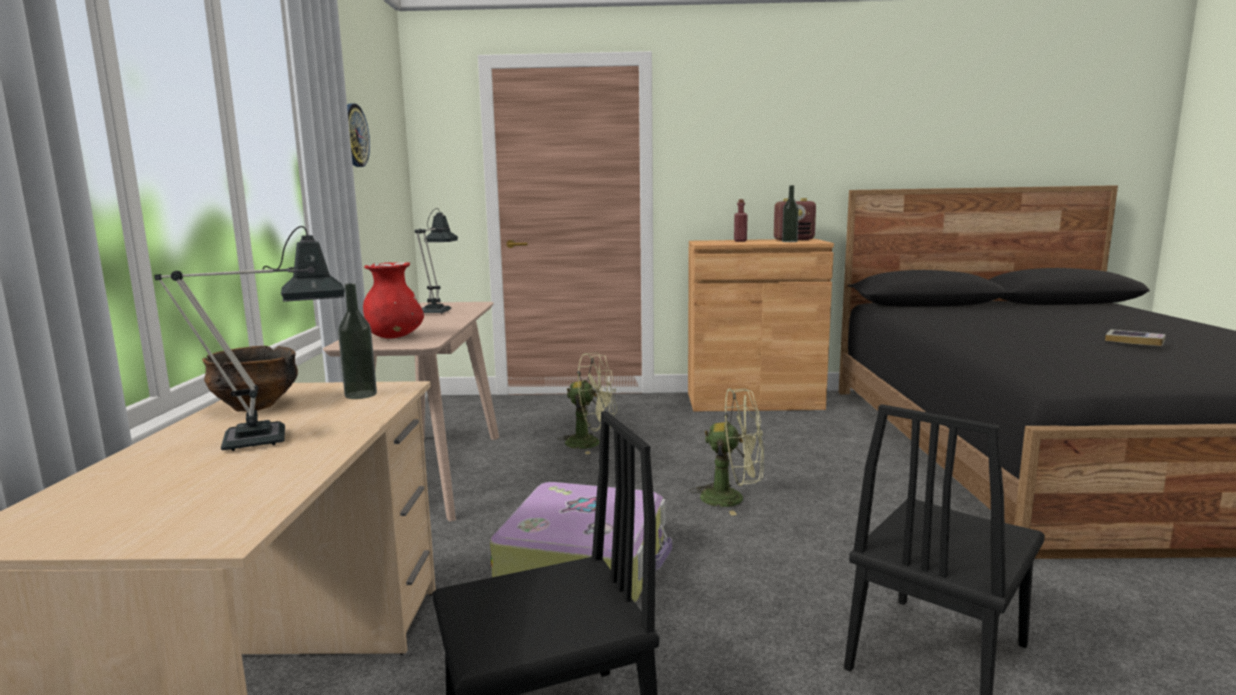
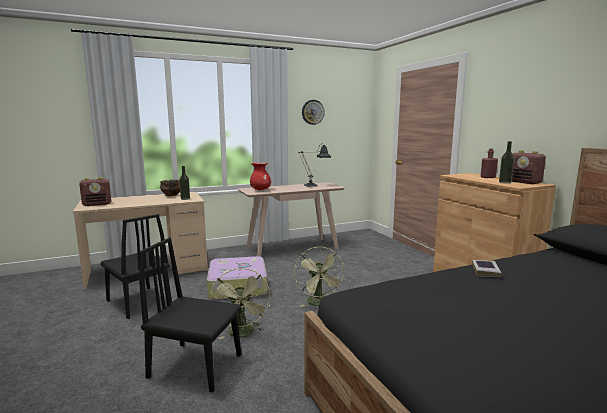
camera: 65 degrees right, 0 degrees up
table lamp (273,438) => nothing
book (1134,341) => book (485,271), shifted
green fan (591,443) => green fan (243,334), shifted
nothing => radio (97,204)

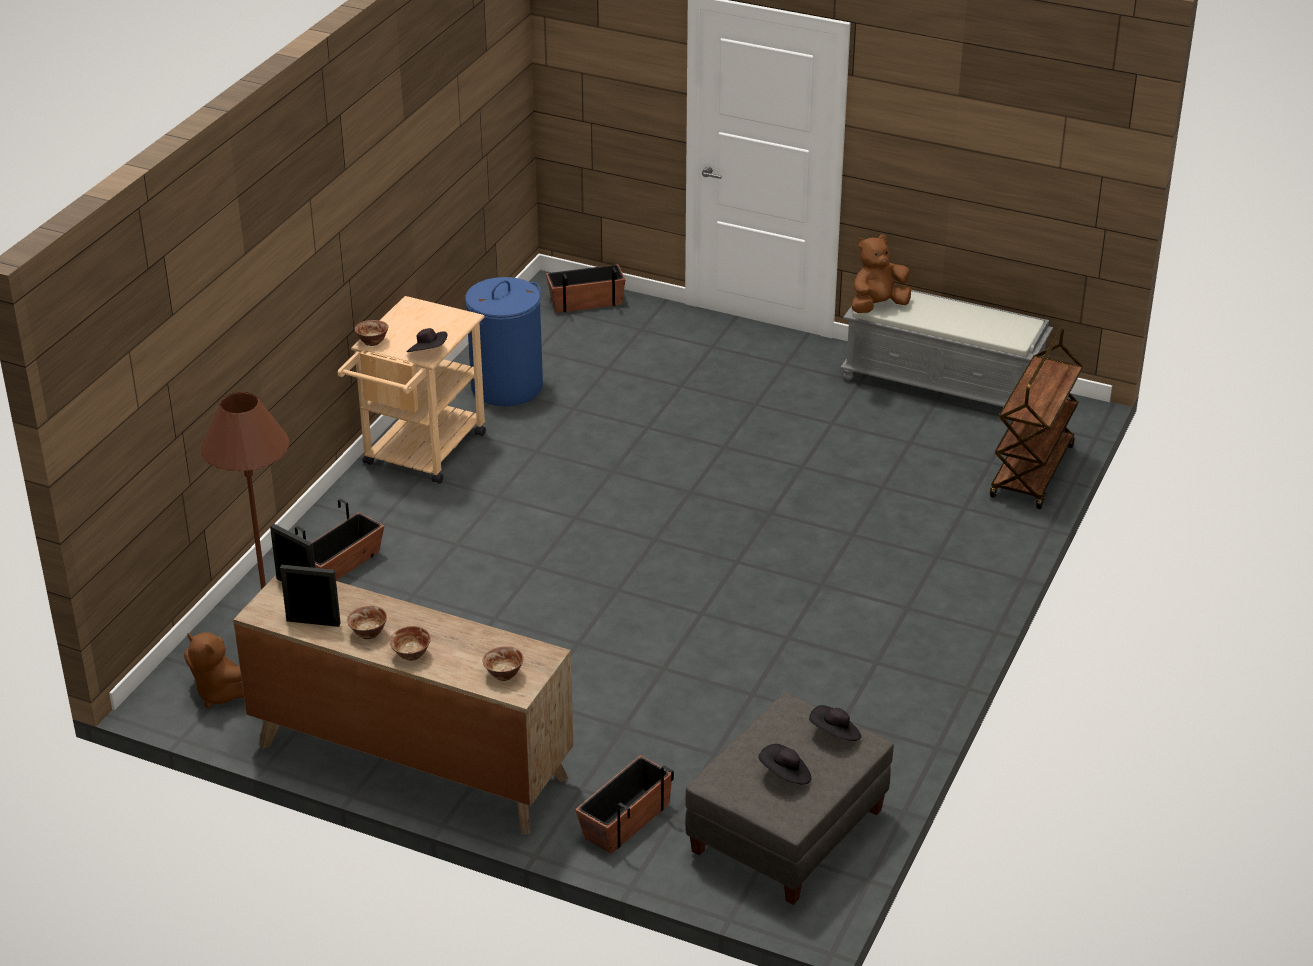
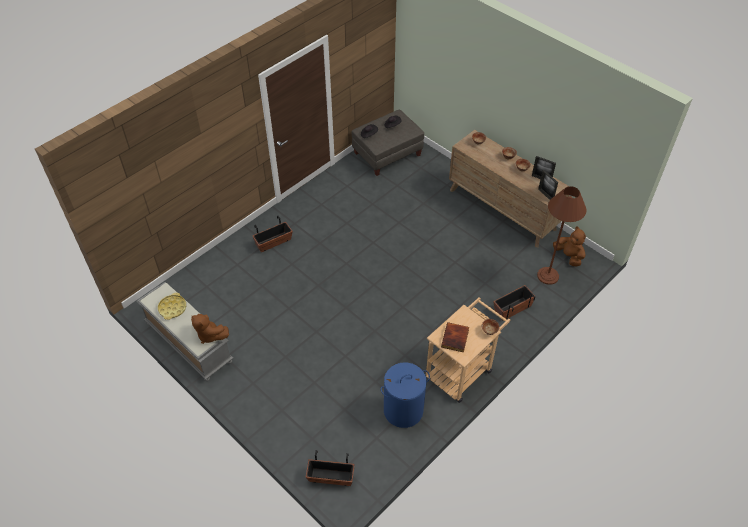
camera: 160 degrees left, 15 degrees up
brown plush toy (877,306) => brown plush toy (209,335), 45 degrees clockwise
brown cart (1032,472) => nothing
black hat (428,352) => nothing
planter (626,820) => planter (273,242), shifted
nothing => yellow tray (172,308)
nothing => book (455,338)

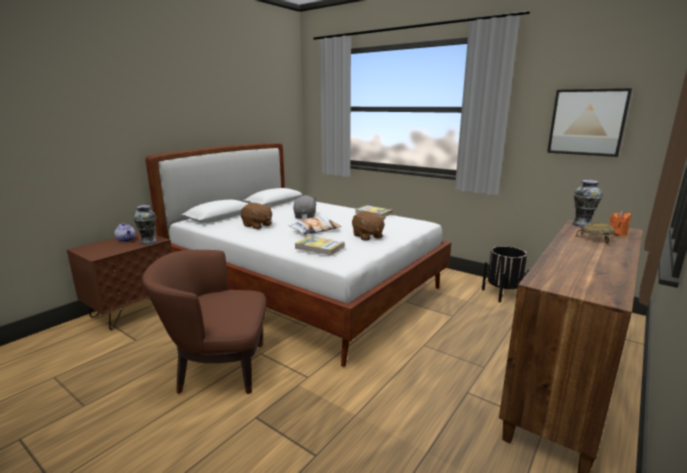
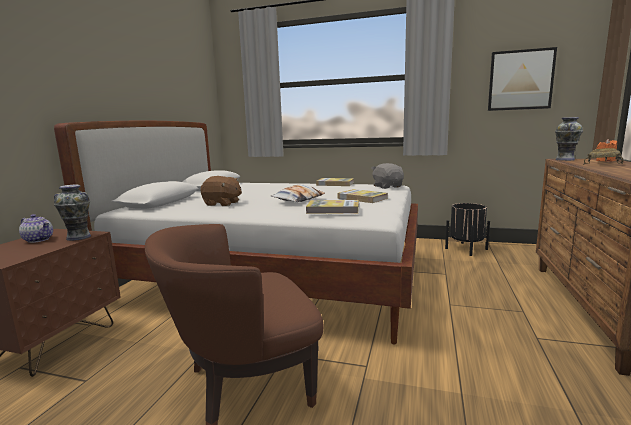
camera: 20 degrees left, 5 degrees down
grey plush toy (305,216) => grey plush toy (387,186), shifted
brown plush toy (367,236) => book (362,198)

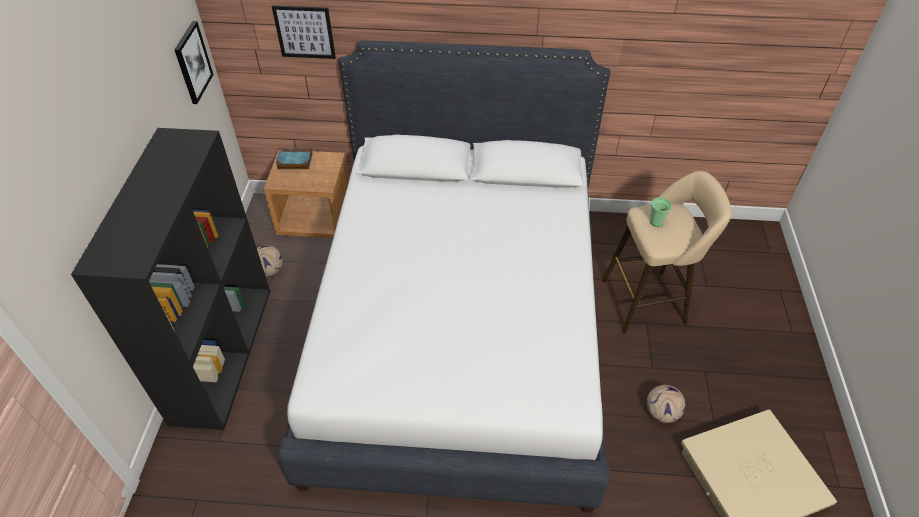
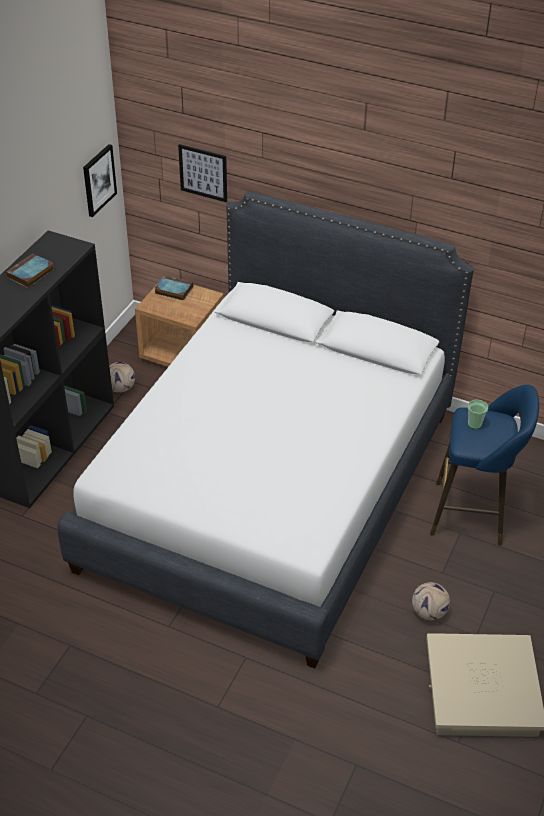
camera: 20 degrees right, 5 degrees down
beige stool (648,301) => blue stool (474,514)
nothing => book (30,274)

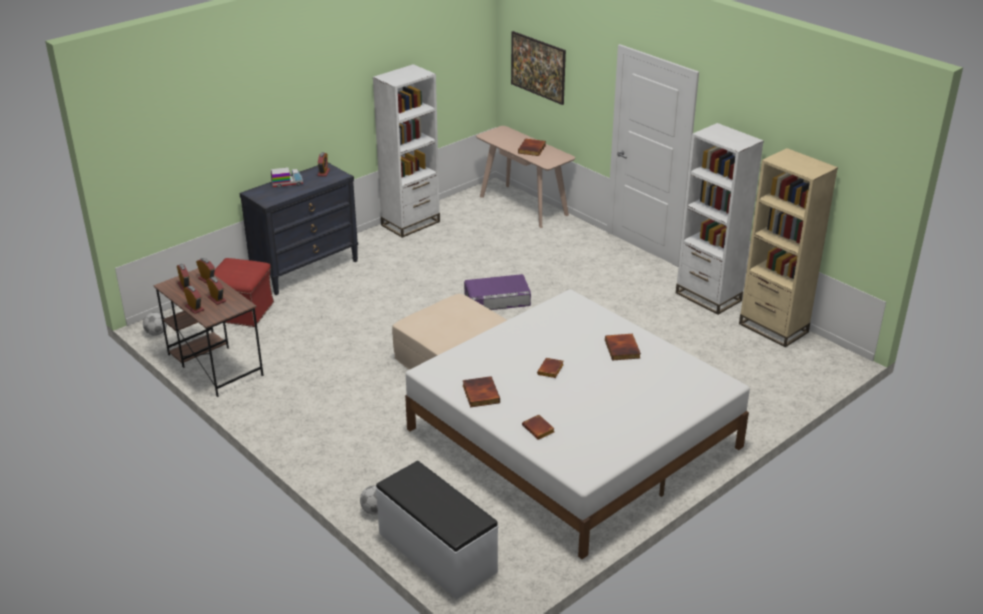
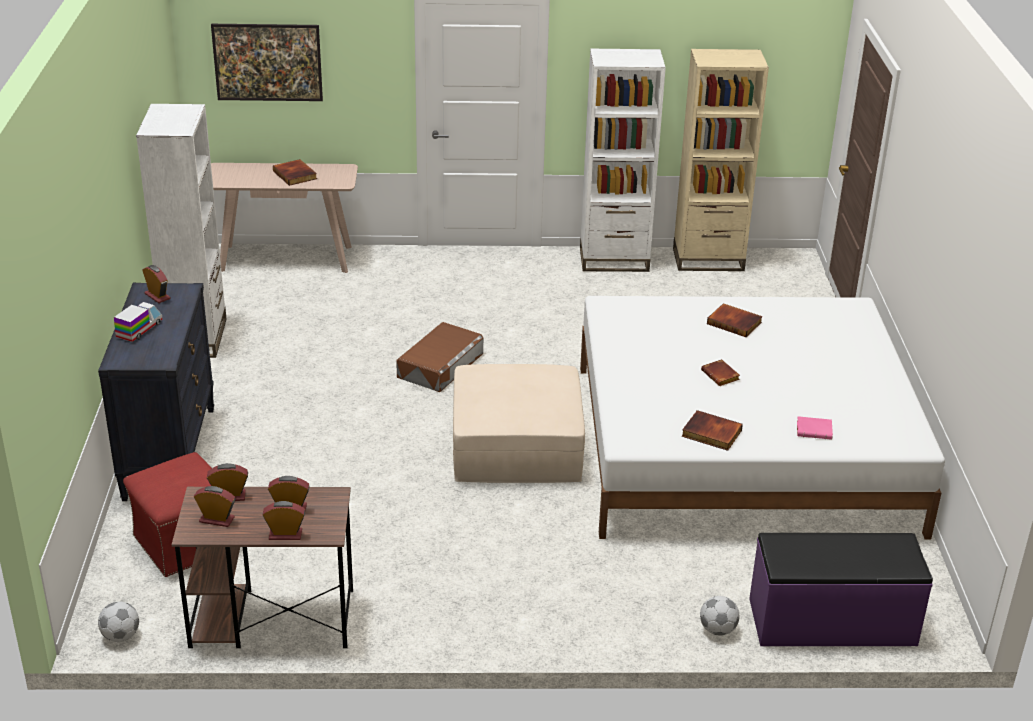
camera: 50 degrees left, 0 degrees up
purple storage box (497,299) => brown storage box (440,365)
brown book (539,430) => pink book (815,431)
white bench (436,553) => purple bench (832,623)

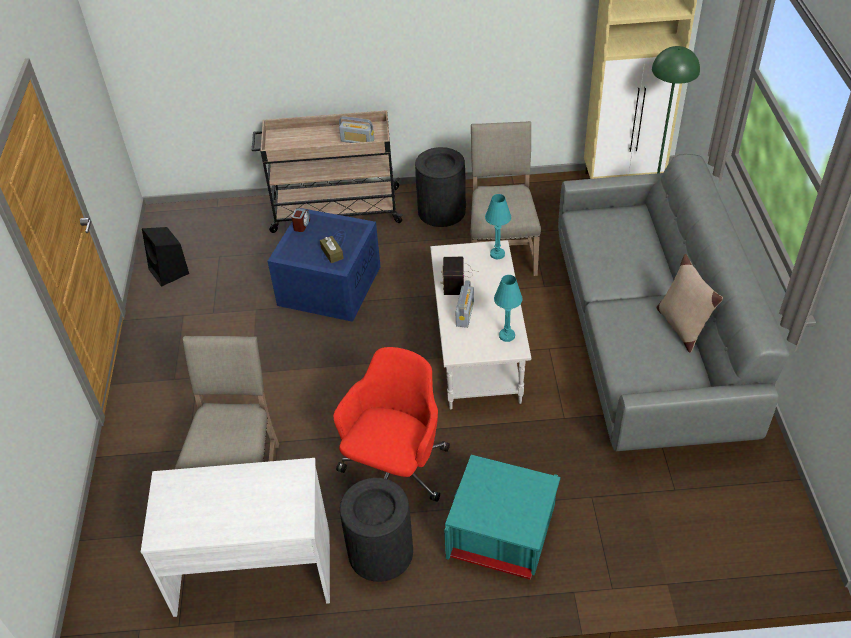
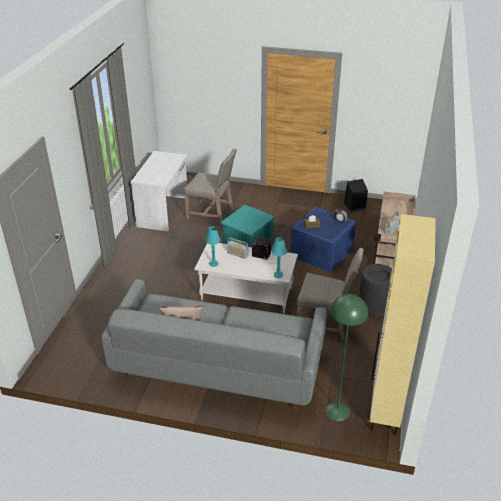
camera: 105 degrees right, 10 degrees down
red office chair (395,470) => nothing
turquoise storage box (501,534) => turquoise storage box (247,241), shifted
black trash can (380,552) => nothing

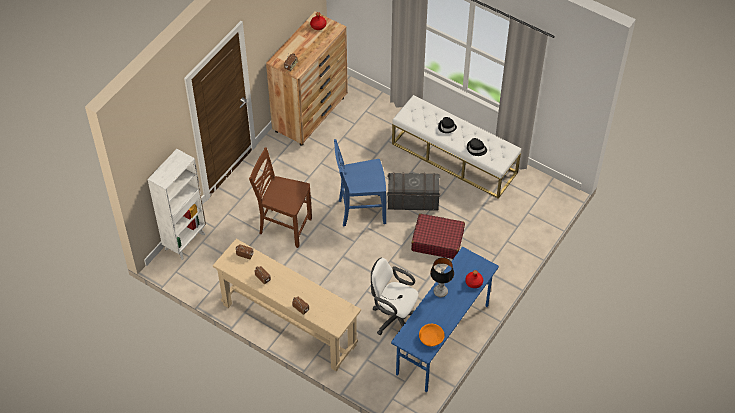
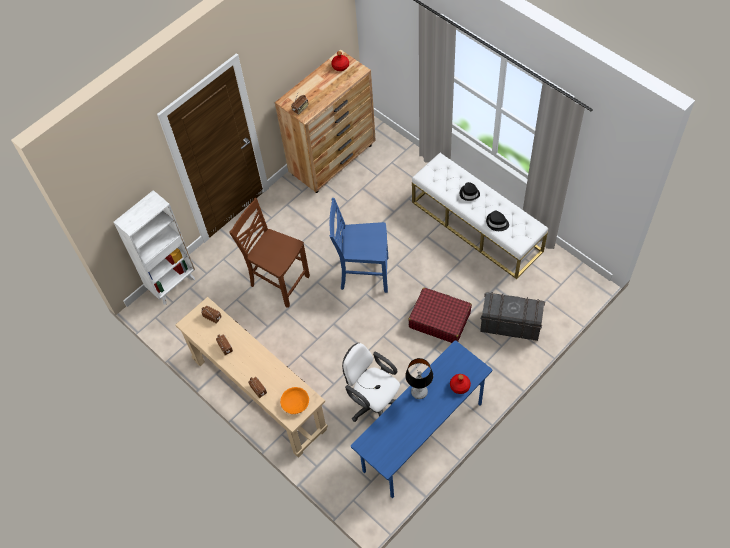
camera: 15 degrees right, 5 degrees up
grey storage box (412,201) => grey storage box (510,325), shifted
orange bowl (431,338) => orange bowl (295,403), shifted

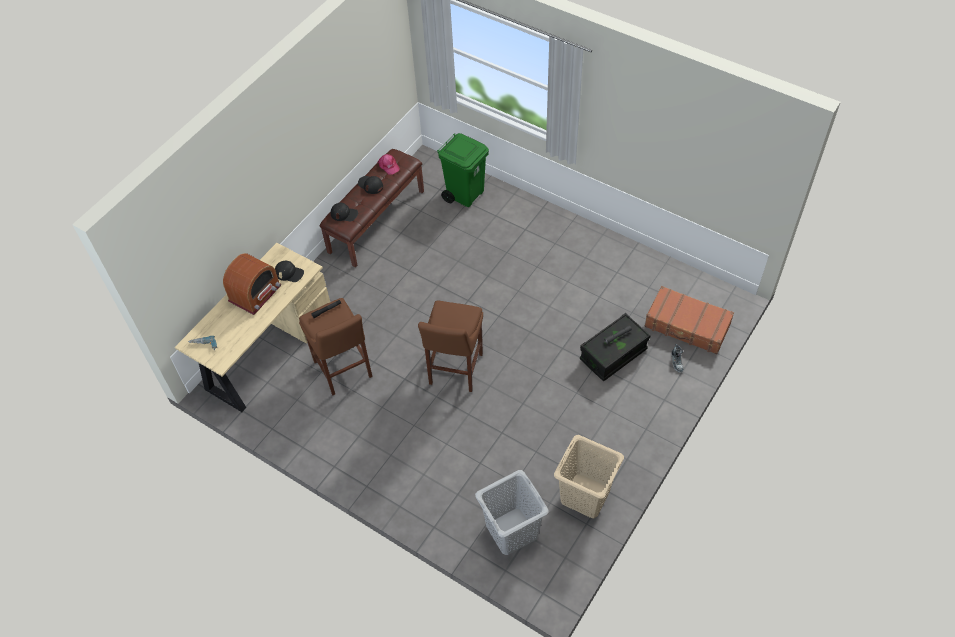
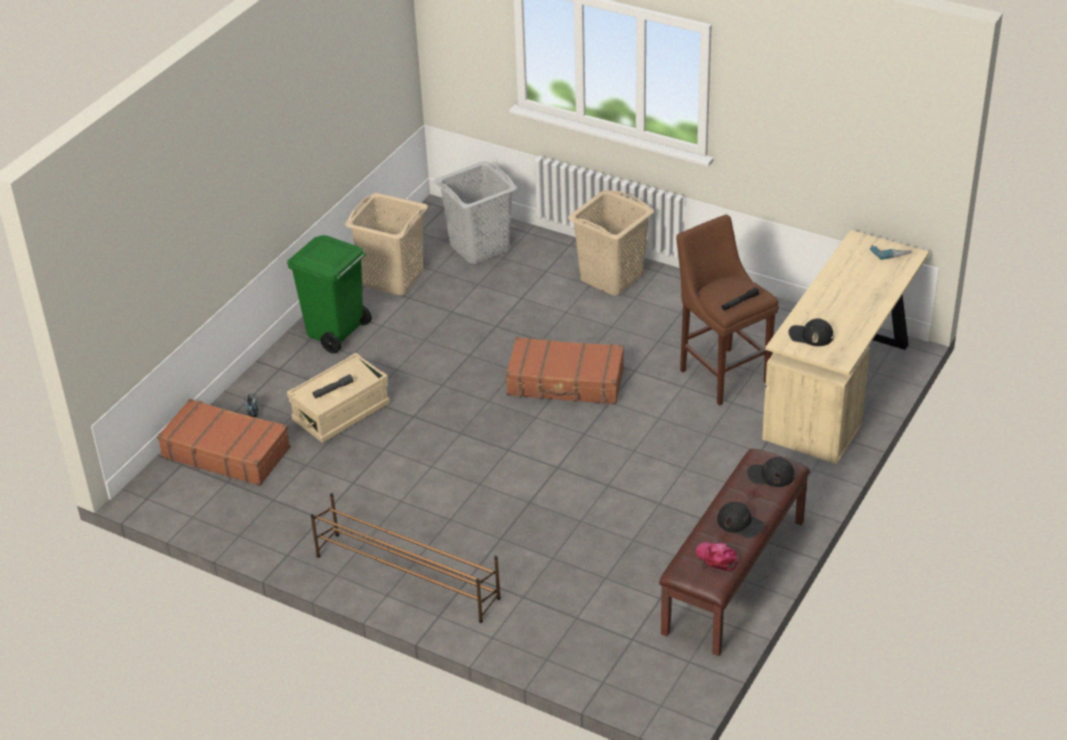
camera: 175 degrees right, 15 degrees down
green trash can (465,194) => green trash can (336,333), shifted
radio (255,293) => nothing
brown stool (454,371) => brown suitcase (565,382)
black storage box (613,355) => beige storage box (341,412)
nothing => beige laundry basket (612,278)
nothing => brown shoe rack (406,576)

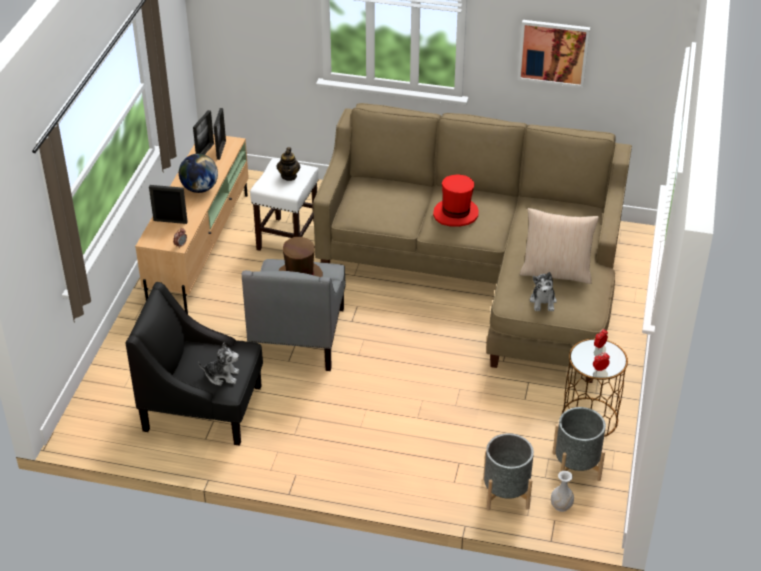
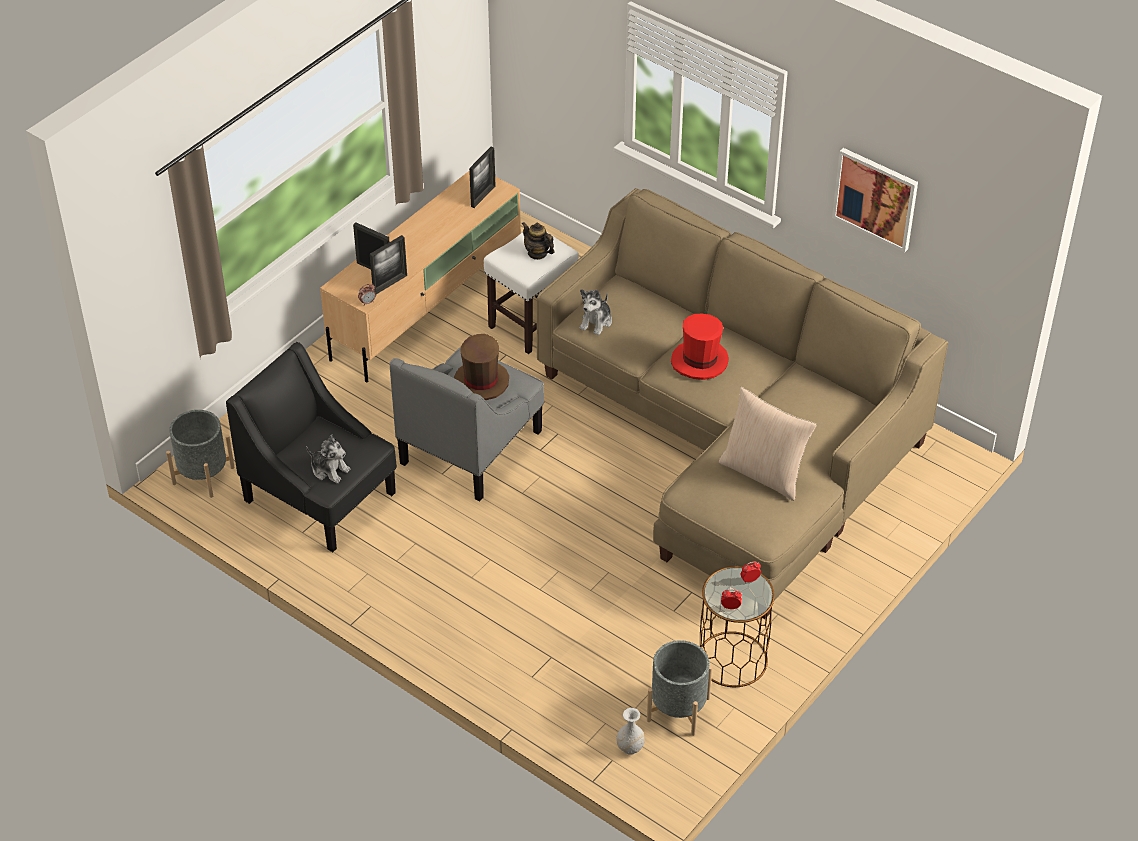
camera: 25 degrees right, 5 degrees up
picture frame (205,152) => picture frame (390,284), shifted
teapot (289,176) => teapot (537,253), 105 degrees clockwise
globe (199,189) => nothing
plush toy (543,301) => plush toy (596,322), shifted
grey planter (506,493) => grey planter (203,475), shifted

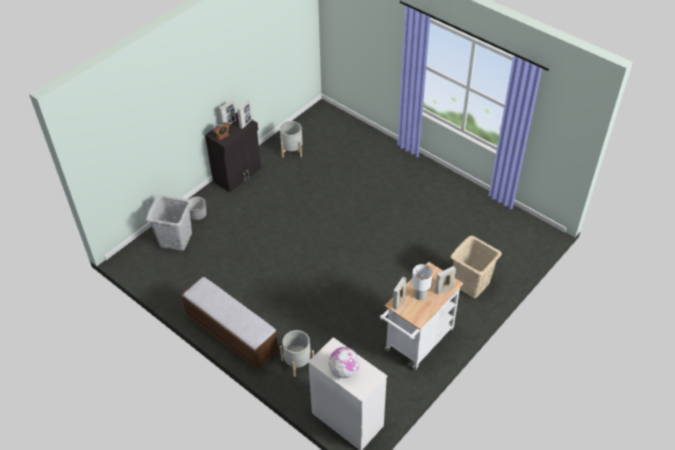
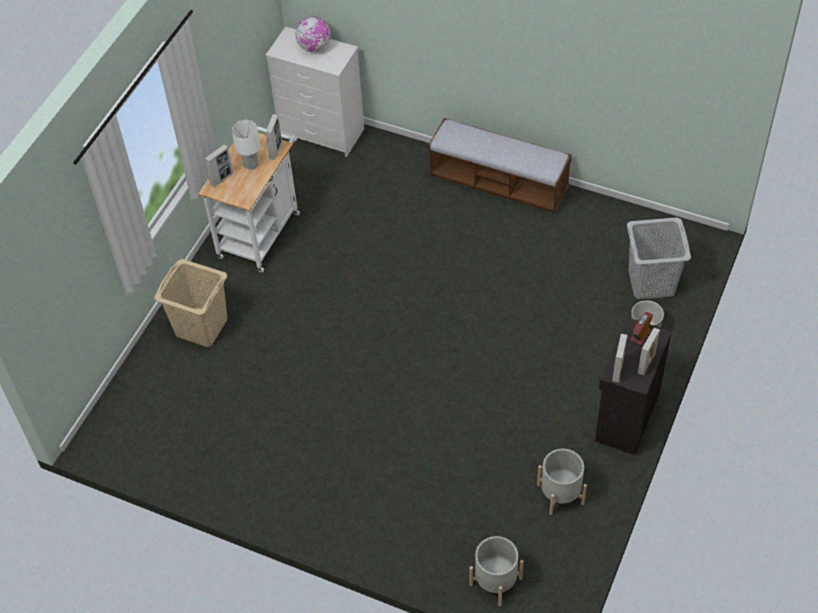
camera: 165 degrees right, 5 degrees up
grey planter (297,362) => grey planter (495,581), shifted

